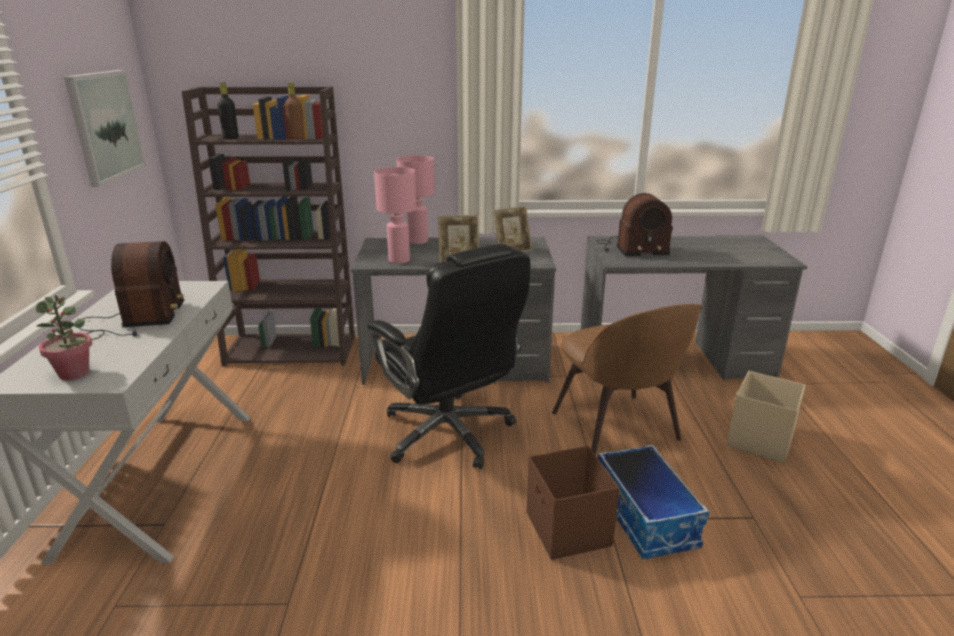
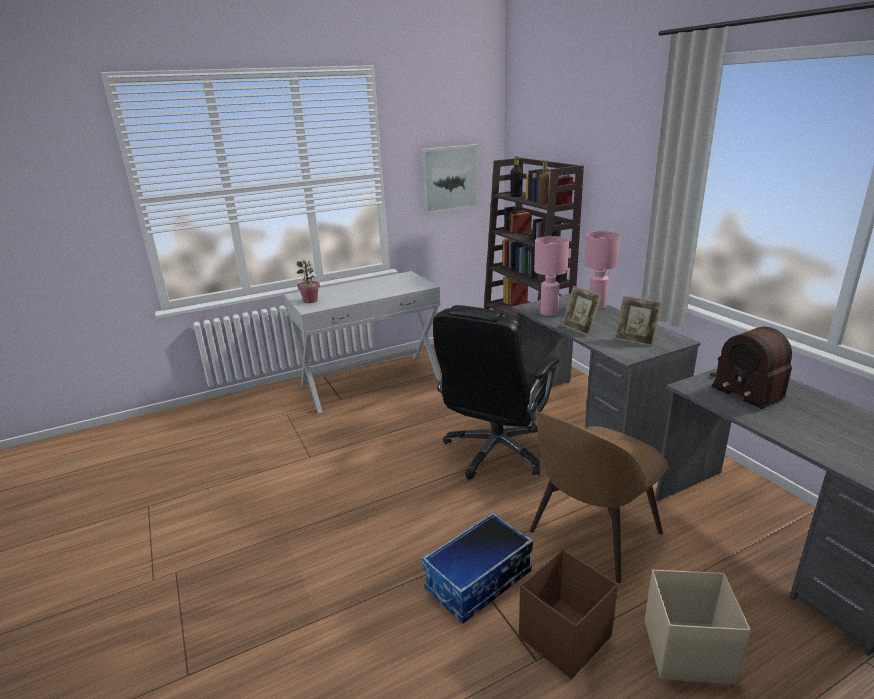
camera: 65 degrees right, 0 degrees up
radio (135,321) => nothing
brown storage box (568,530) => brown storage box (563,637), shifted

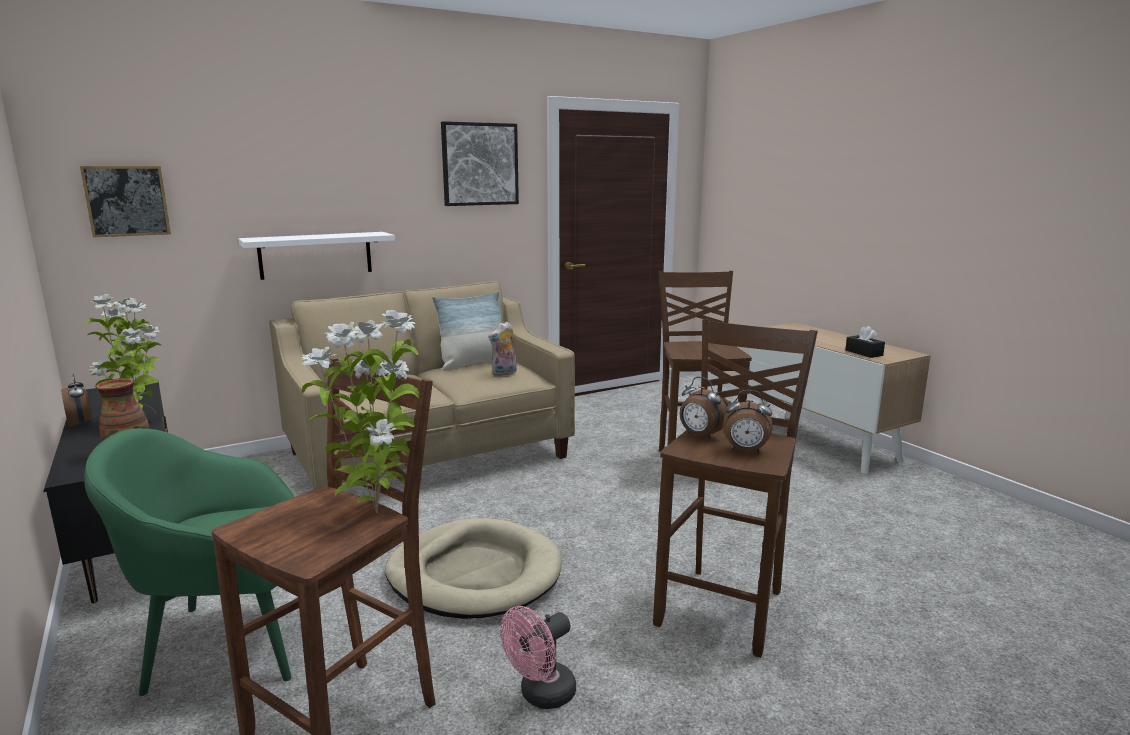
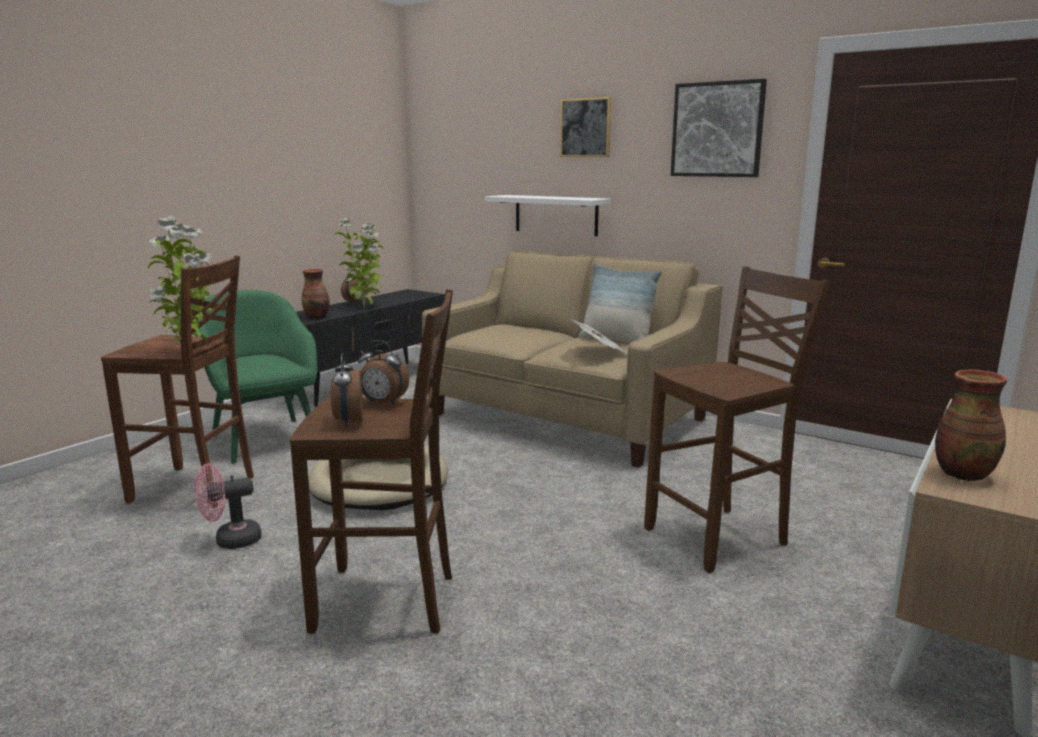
camera: 65 degrees right, 0 degrees up
picture (127,201) => picture (586,127), shifted
plush toy (504,373) => newspaper (599,352)
black tissue box (864,353) => vase (962,473)
alarm clock (700,435) => alarm clock (382,403), 90 degrees counterclockwise
pink fan (541,695) => pink fan (230,541), 45 degrees counterclockwise

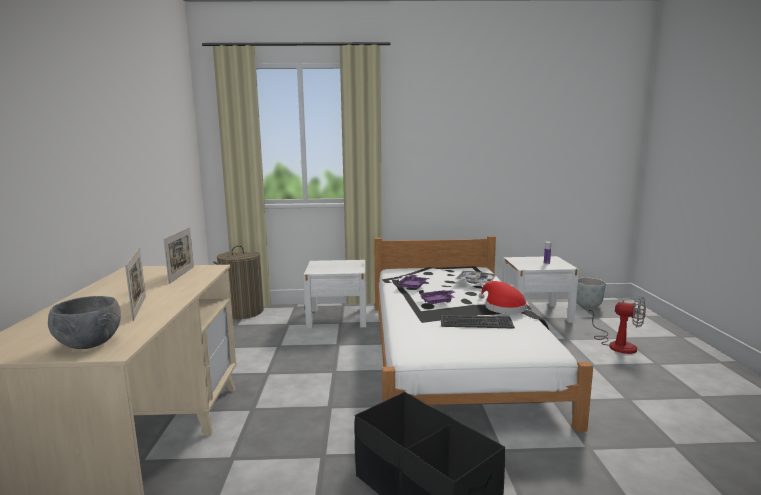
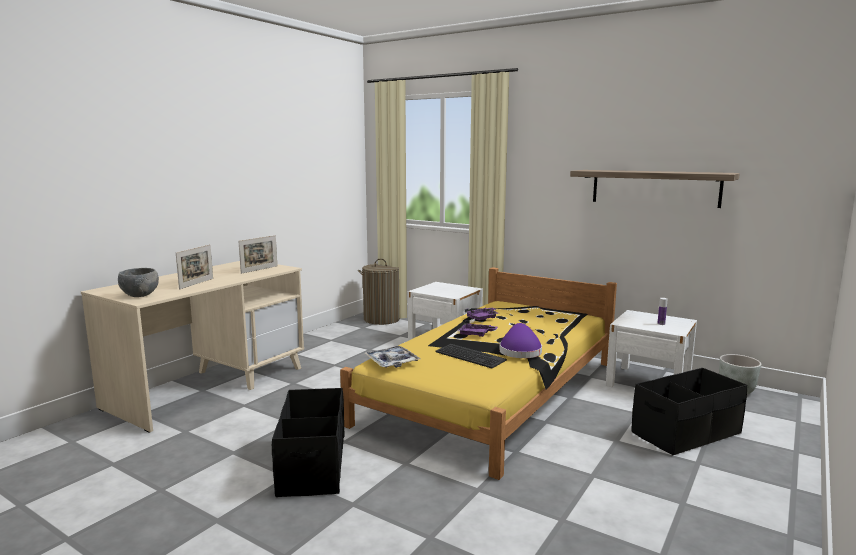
camera: 35 degrees right, 0 degrees up
white bed (452,353) => yellow bed (493,391)
tray (475,281) => tray (392,362), shifted
red hat (502,307) => purple hat (520,351)
fan (616,344) => black storage box (686,433)
nothing => shelf (654,188)

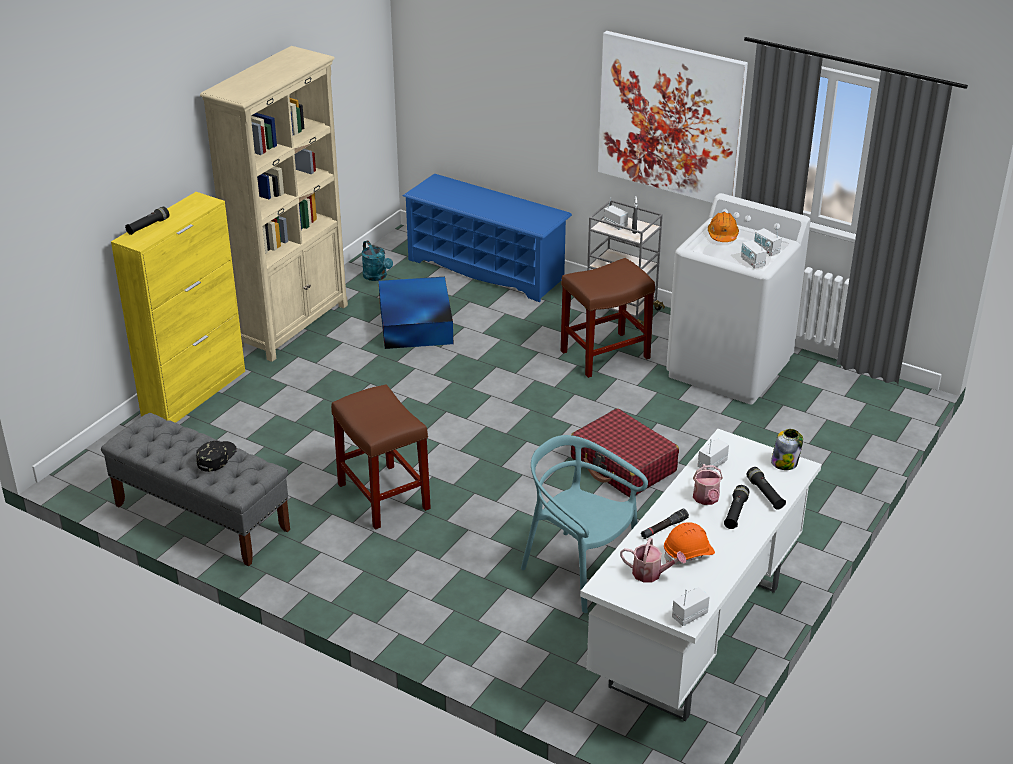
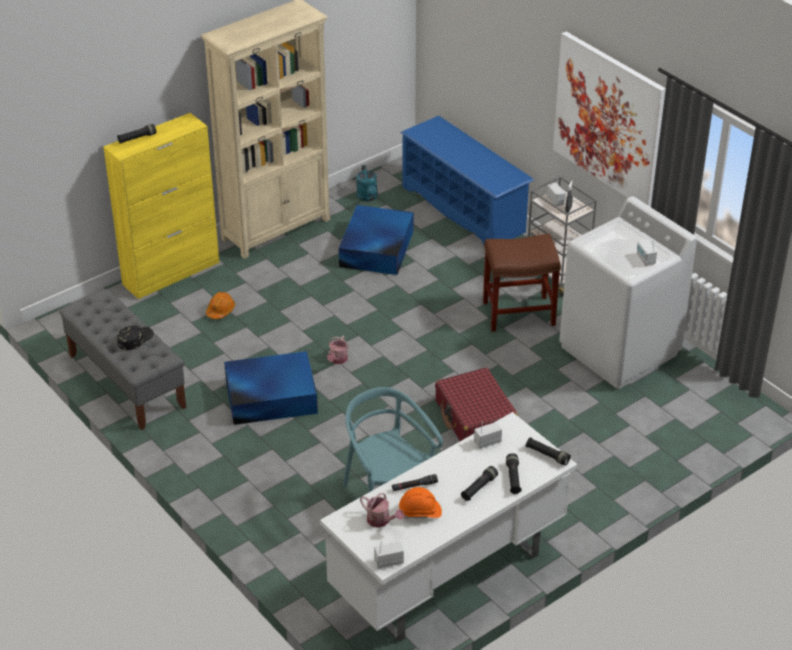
camera: 20 degrees right, 5 degrees up
orange hard hat (722,235) => orange hard hat (220,310), shifted
radio (752,262) => nothing
brown stool (382,496) => blue storage box (269,396)
jar (785,462) => black flashlight (547,455)
watering can (706,499) => watering can (337,360), shifted

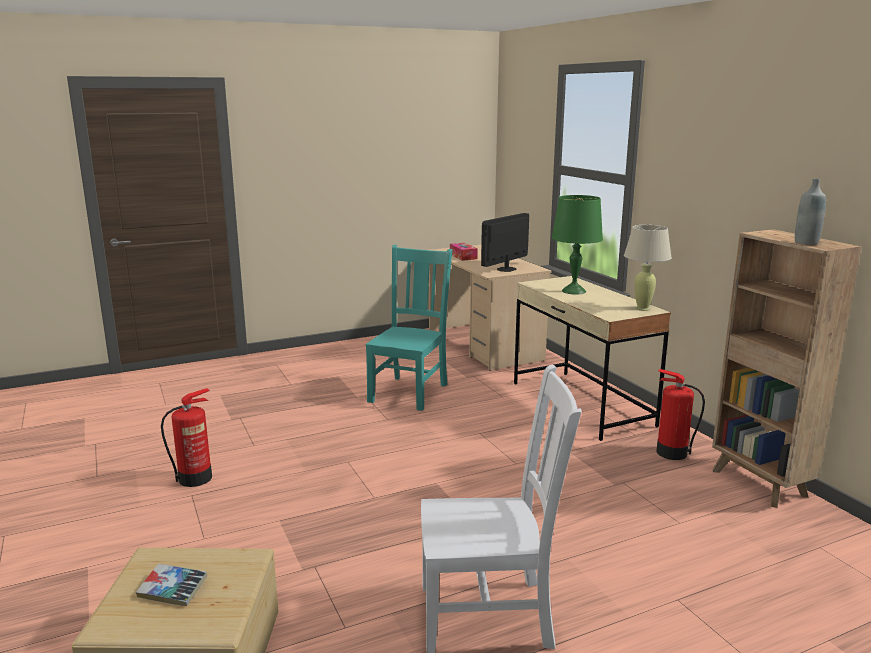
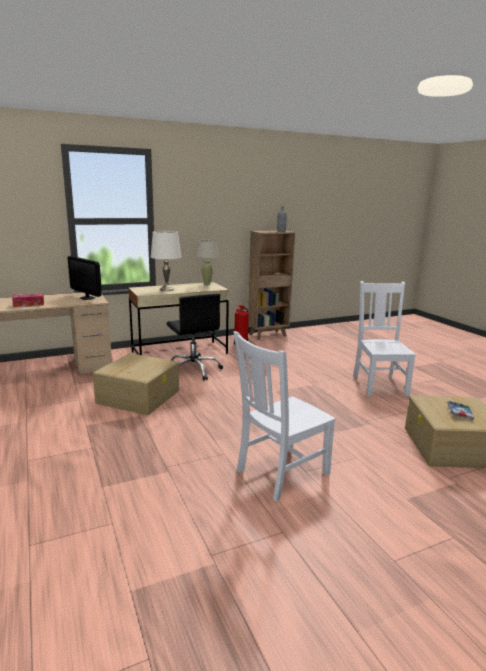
camera: 90 degrees left, 0 degrees up
green table lamp (573,291) => white table lamp (167,289)
turquoise chair (410,392) => beige storage box (139,396)
fire extinguisher (196,478) => white chair (280,473)
nothing => black office chair (194,370)

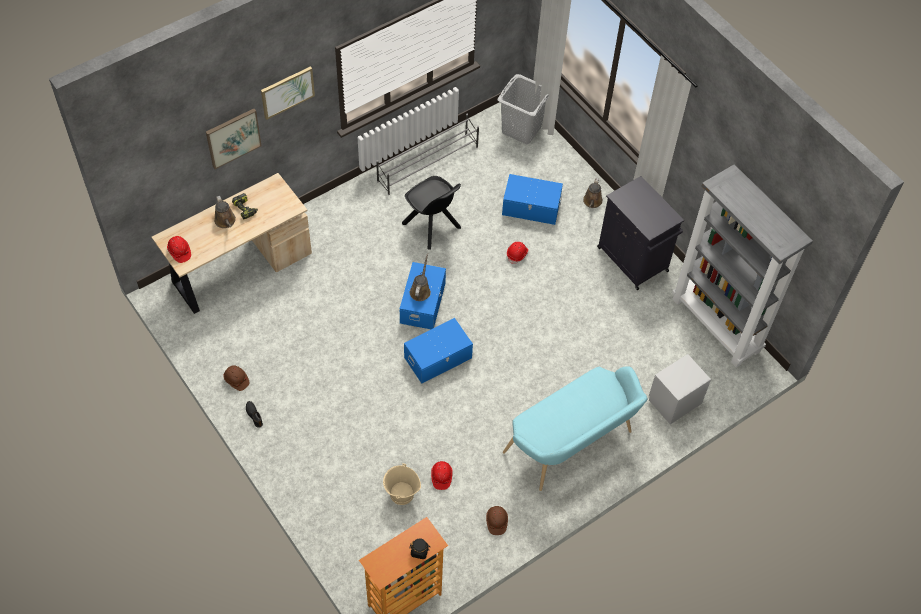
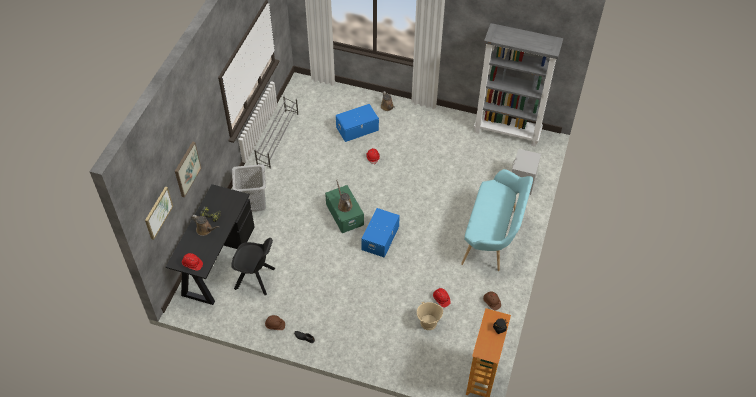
camera: 35 degrees left, 5 degrees down
picture (287,92) => picture (158,212), shifted
grey laundry basket (521,129) => grey laundry basket (253,202), shifted
beige desk (238,267) => black desk (216,261)
black chair (432,227) => black chair (256,279), shifted
black cabinet (633,260) => nothing
blue storage box (423,303) => green storage box (345,214)

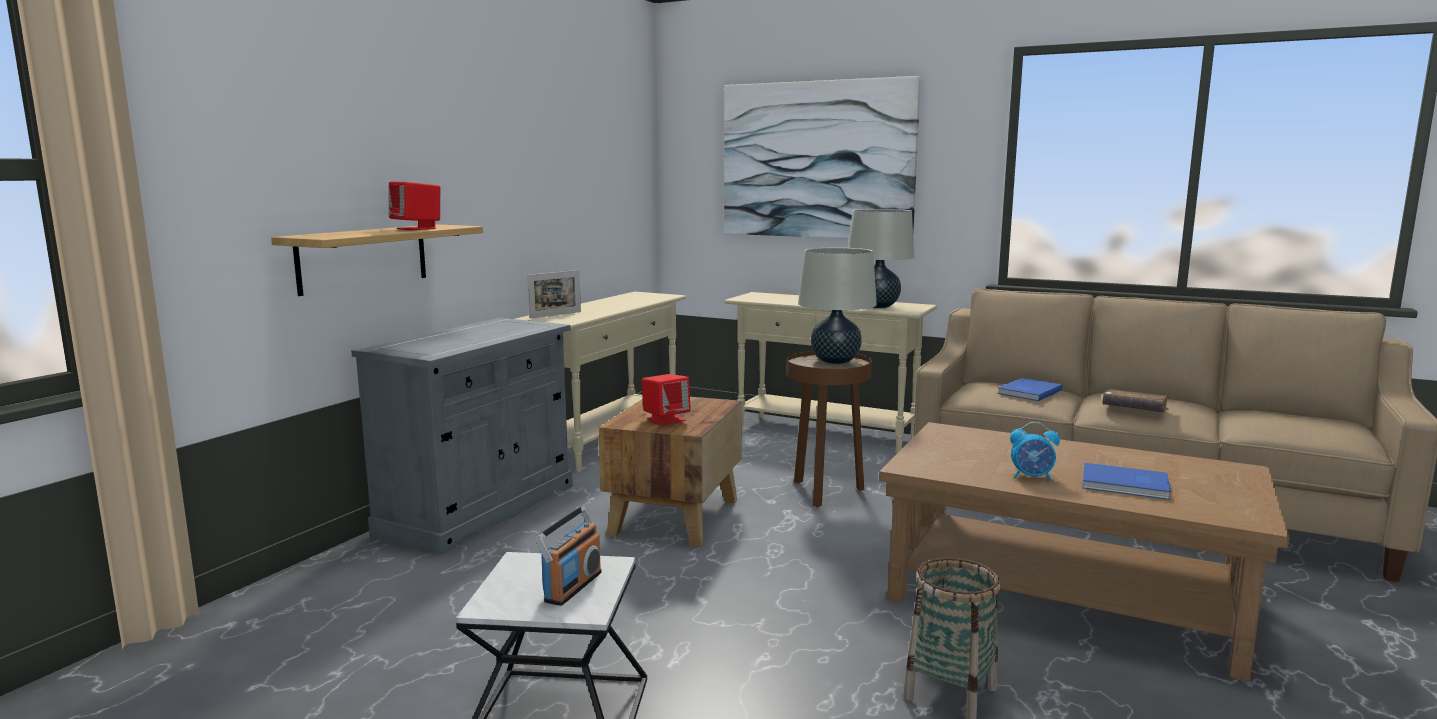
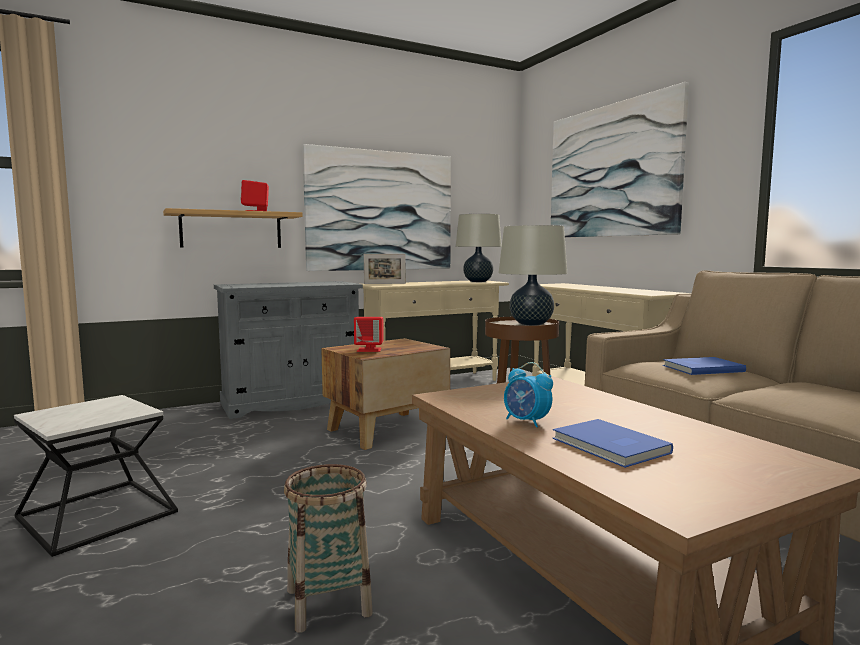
camera: 35 degrees right, 5 degrees down
beige table lamp (878,306) => beige table lamp (478,281), shifted
brown book (1134,409) => nothing
radio (572,586) => nothing
nothing => picture (380,211)

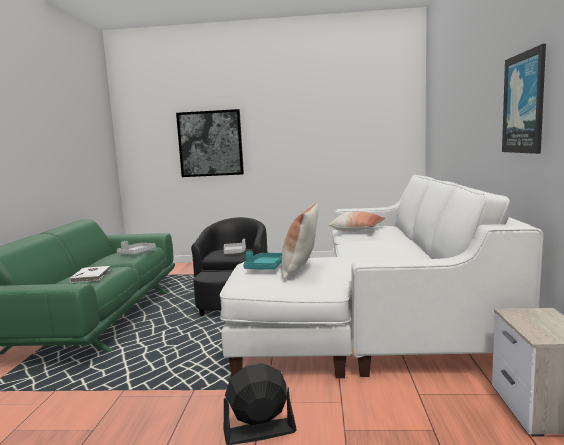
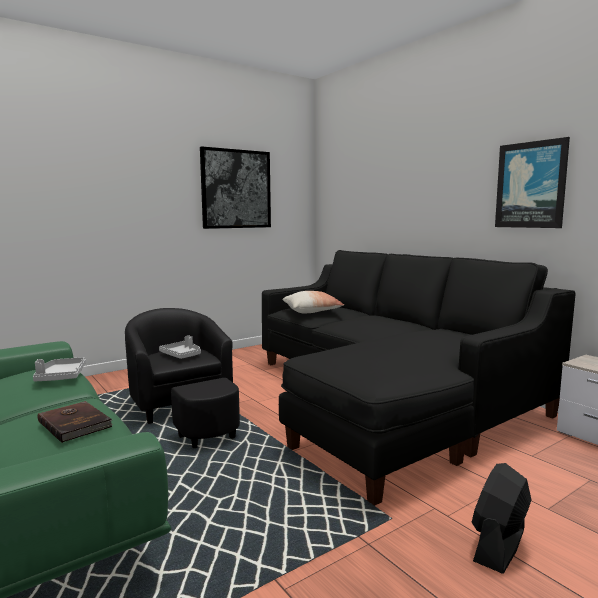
camera: 40 degrees left, 0 degrees up
picture (210,143) => picture (236,189), shifted
white sofa (382,316) => black sofa (385,397)
pillow (300,270) => nothing
turquoise tray (265,267) => nothing
white book (92,276) => brown book (75,423)

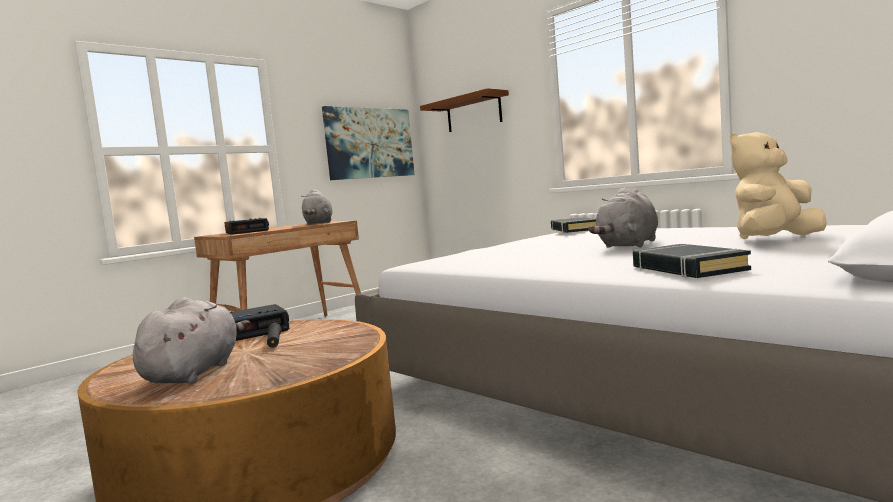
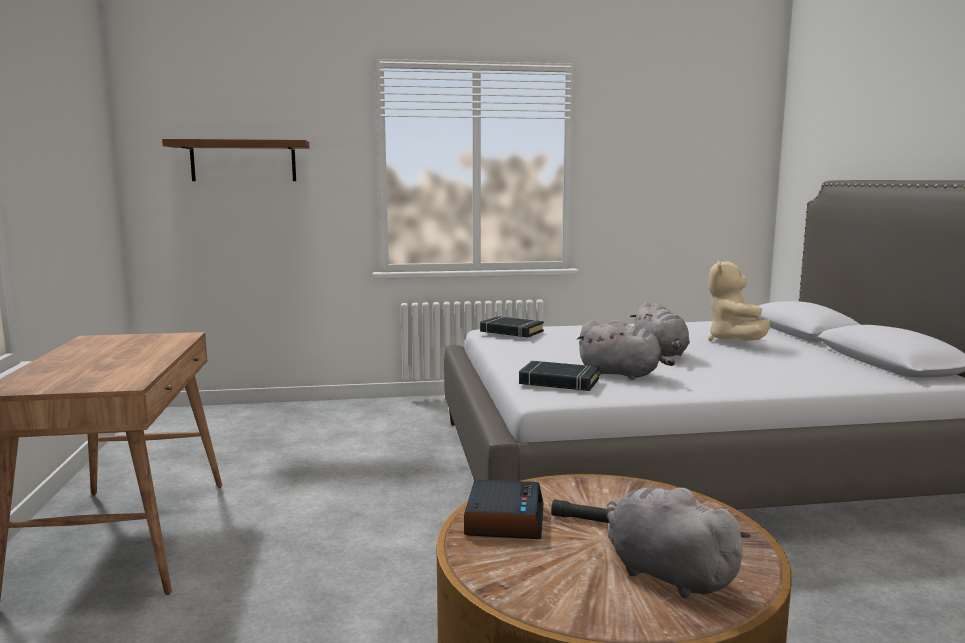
camera: 55 degrees left, 5 degrees up
picture (370,143) => nothing
grey plush toy (318,223) => grey plush toy (622,374), shifted
alarm clock (247,232) => nothing
black book (687,269) => black book (559,382), shifted

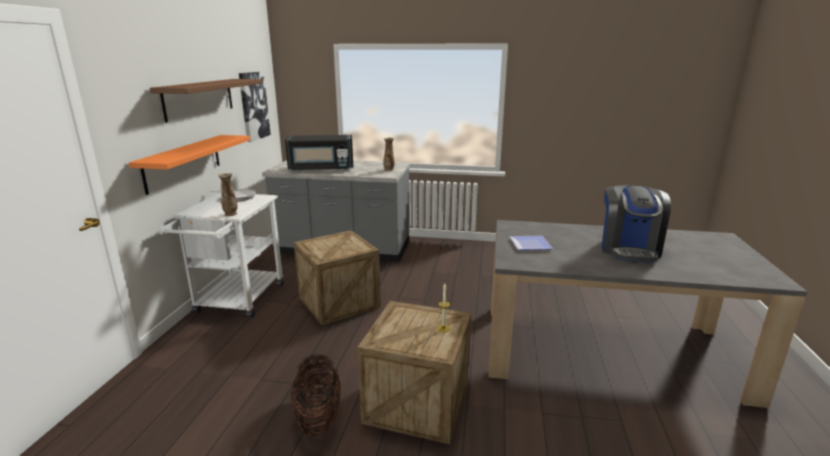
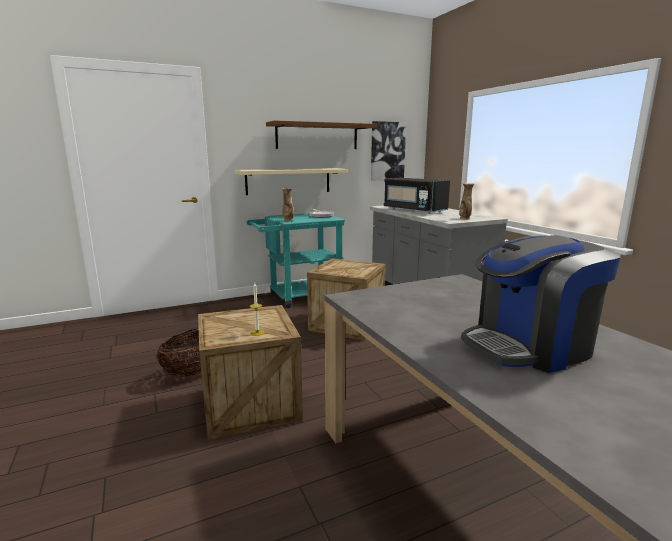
camera: 55 degrees right, 5 degrees down
orange shelf (183,162) => beige shelf (288,181)
white cart (236,302) => turquoise cart (298,297)
plate (528,244) => nothing

